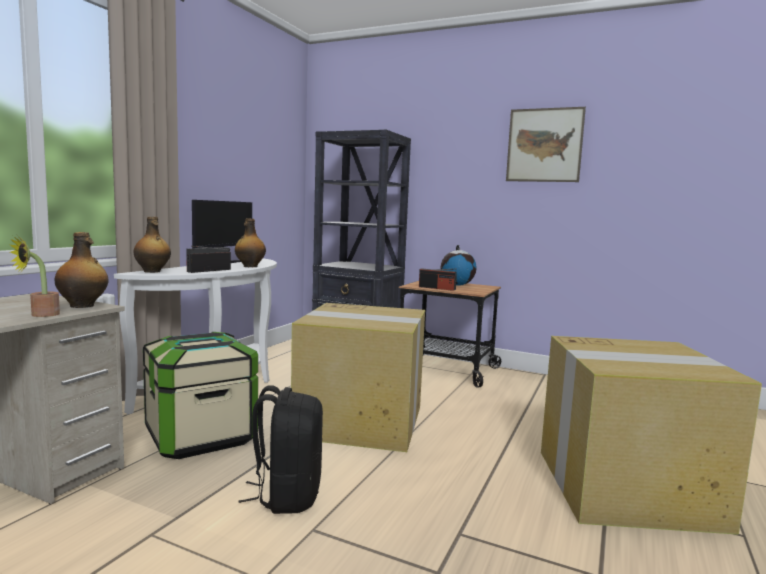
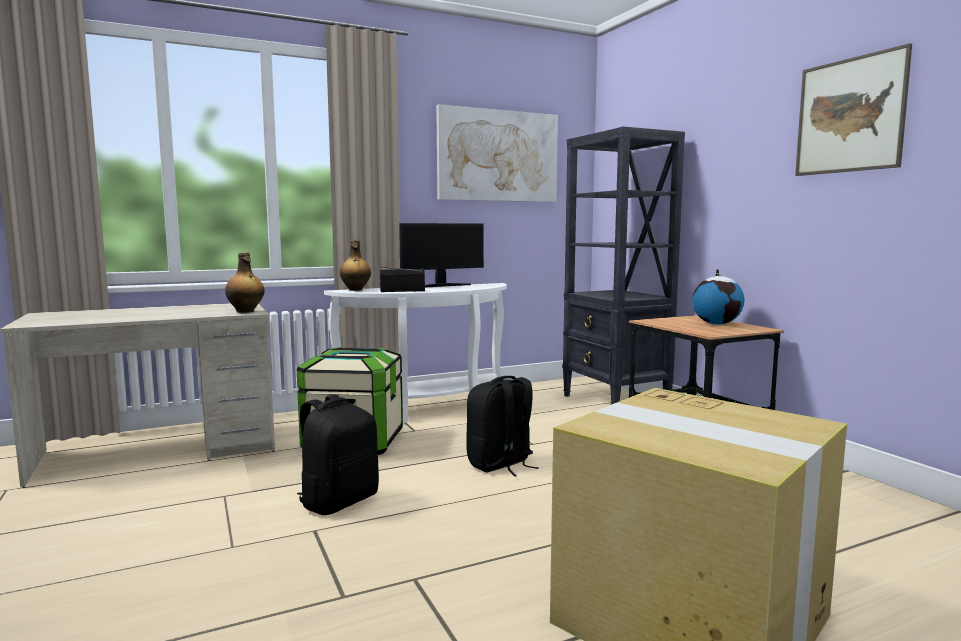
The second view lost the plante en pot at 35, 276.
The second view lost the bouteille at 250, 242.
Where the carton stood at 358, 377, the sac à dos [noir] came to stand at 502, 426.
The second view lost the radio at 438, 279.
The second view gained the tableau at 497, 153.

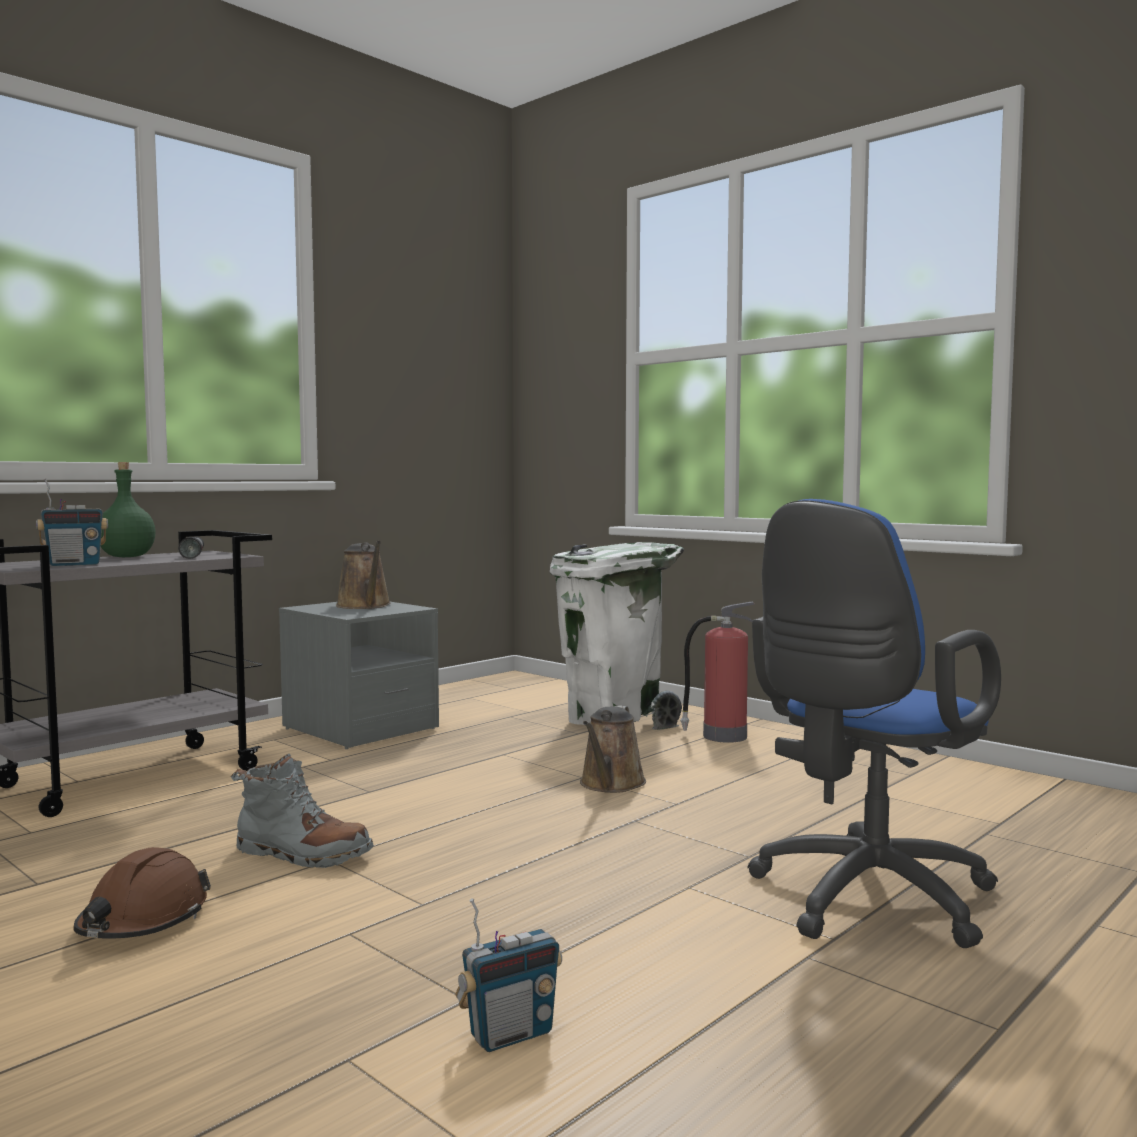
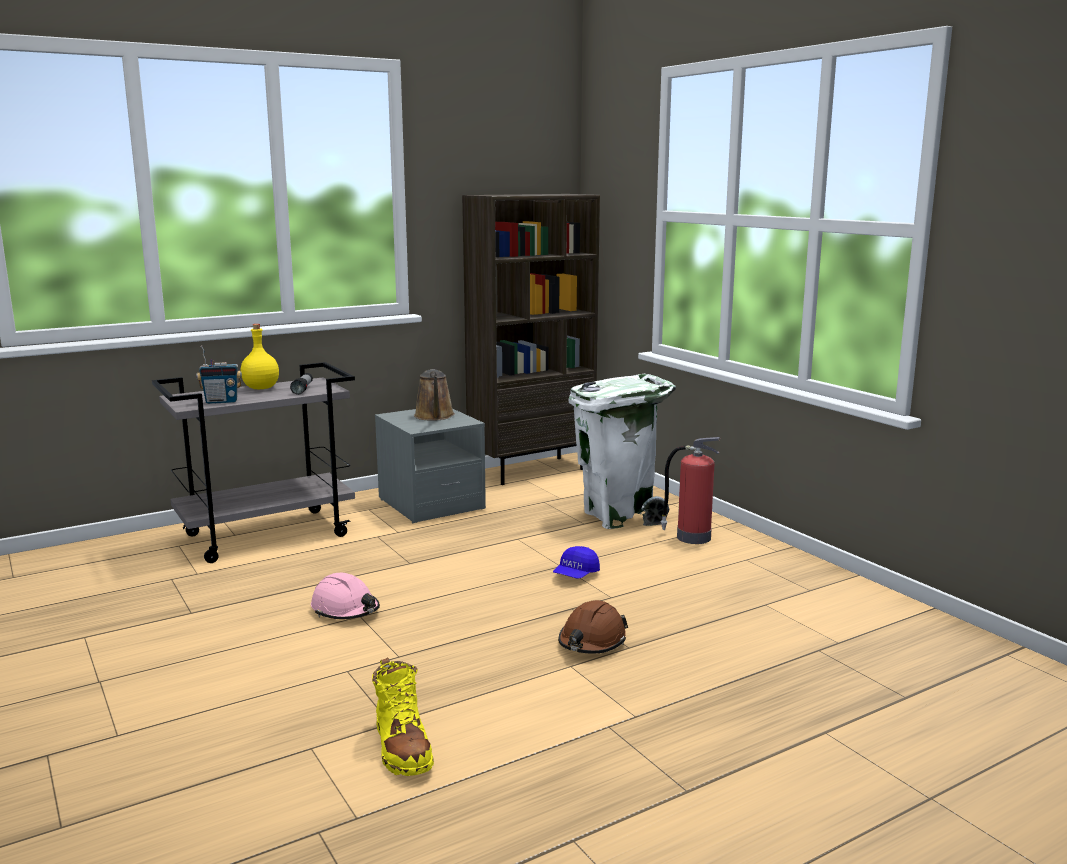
The casque de chantier [marron] ended up elsewhere, having gone from 142, 893 to 593, 627.
What was the bouteille [vert] at 128, 509 turned into the bouteille [jaune] at 260, 356.
Where the botte [gris] stood at 302, 811, the casque de chantier [rose] came to stand at 345, 596.
Where the radio stood at 508, 975, the botte [jaune] came to stand at 403, 716.
Where the arrosoir [marron] stood at 613, 749, the casquette [bleu] came to stand at 576, 562.
The second view lost the chaise de bureau [bleu] at 874, 723.
The second view gained the bibliothèque [marron] at 531, 339.

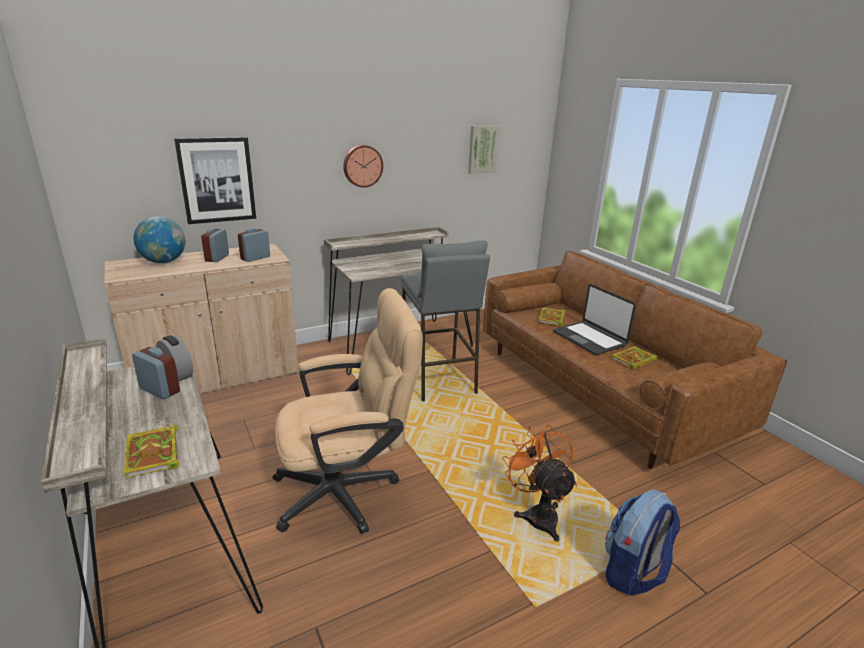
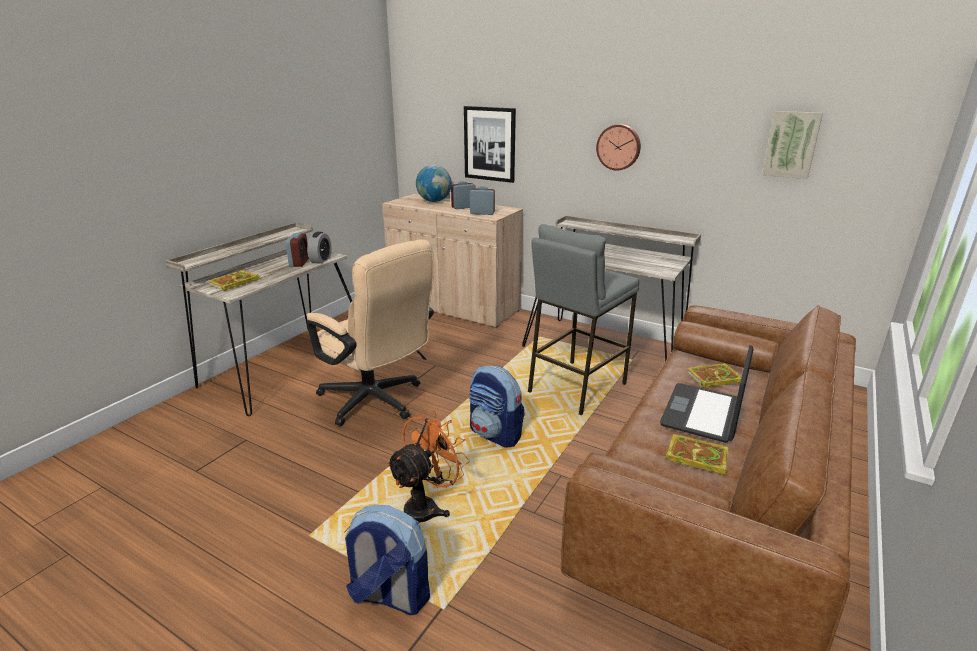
The second view gained the sac à dos at 496, 406.

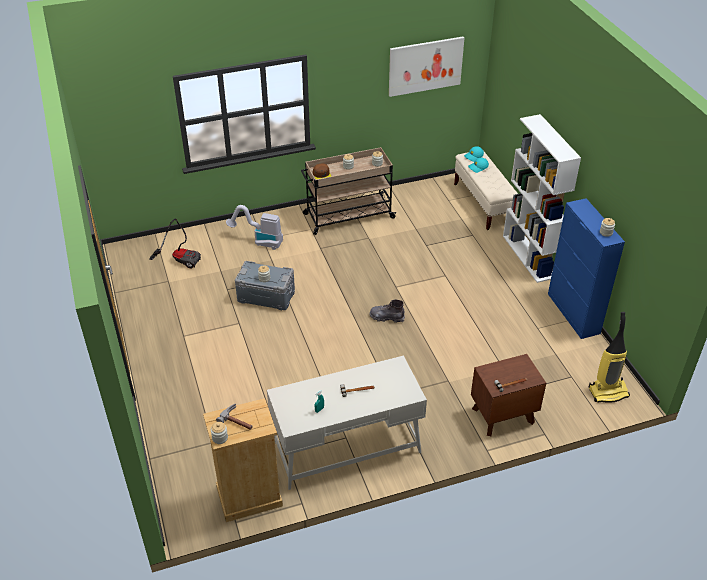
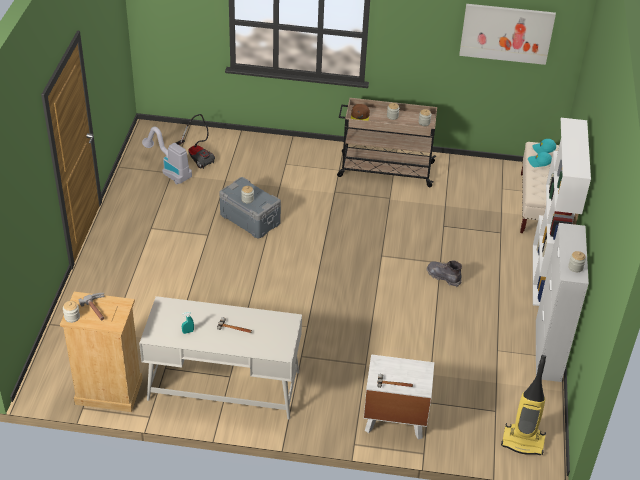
The aspirateur ended up elsewhere, having gone from 254, 227 to 167, 155.
The botte [gris] ended up elsewhere, having gone from 387, 311 to 444, 273.
What was the table de chevet [marron] at 508, 395 turned into the table de chevet [blanc] at 399, 397.
What was the meuble de rangement [bleu] at 586, 268 turned into the meuble de rangement [blanc] at 562, 302.

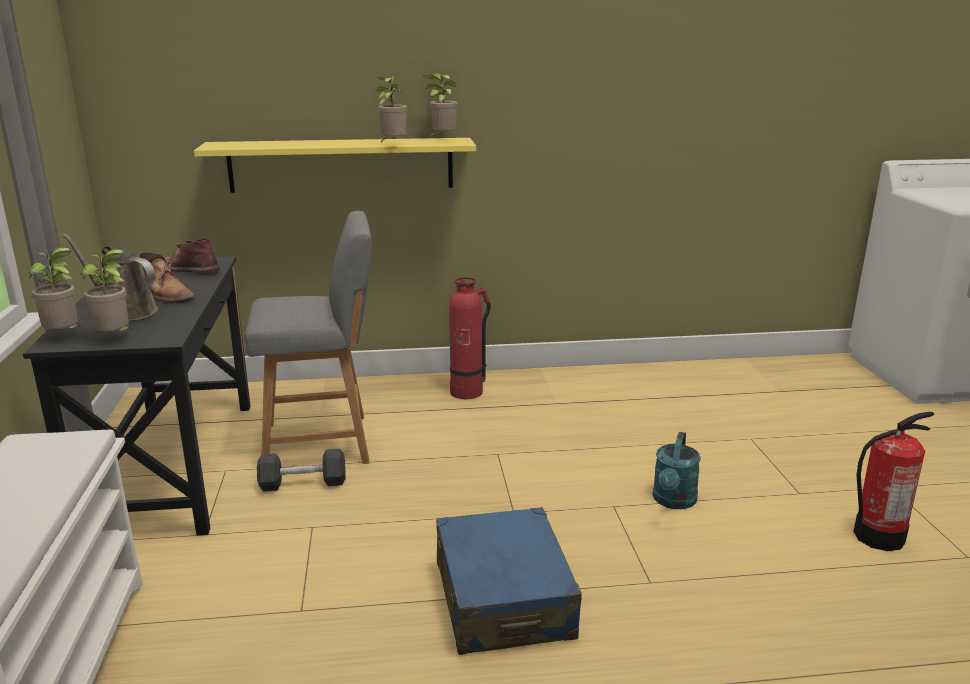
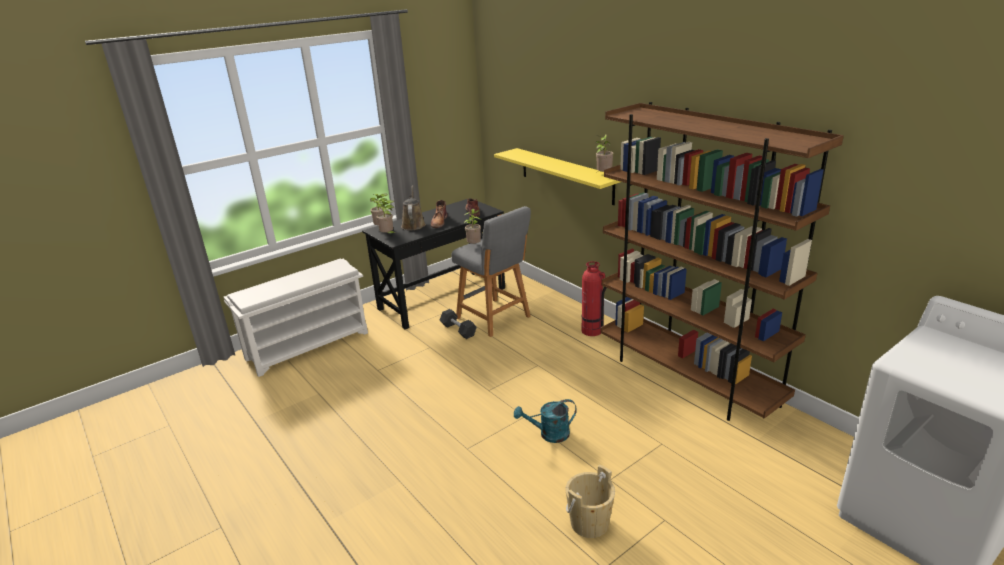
The plante en pot ended up elsewhere, having gone from 391, 109 to 472, 226.
The second view lost the valise [bleu] at 509, 581.
Where the extincteur stood at 893, 481, the seau [beige] came to stand at 590, 501.
The second view gained the bibliothèque [marron] at 722, 261.

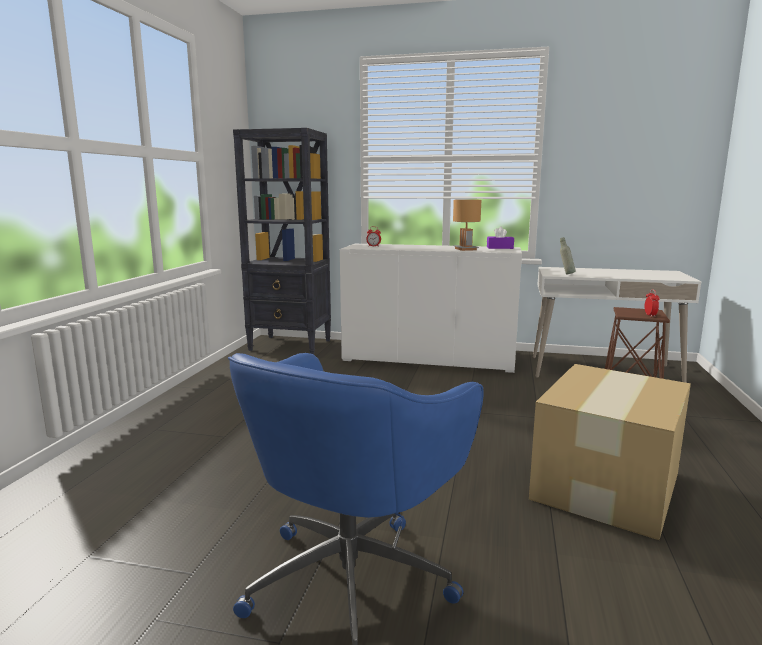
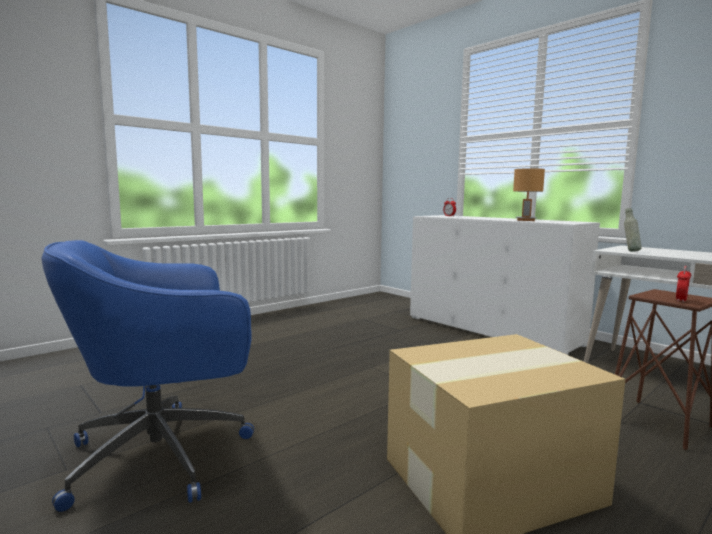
The second view lost the bibliothèque [noir] at 282, 241.
The second view lost the boîte à mouchoirs [violet] at 500, 238.

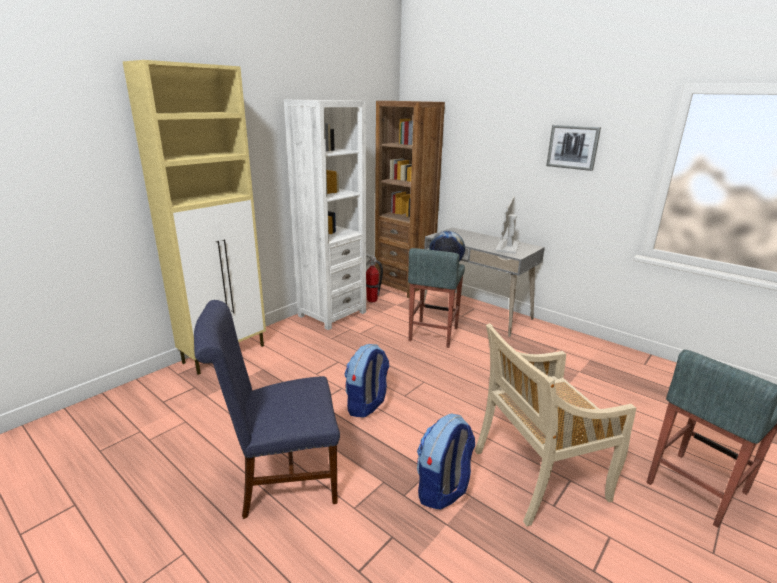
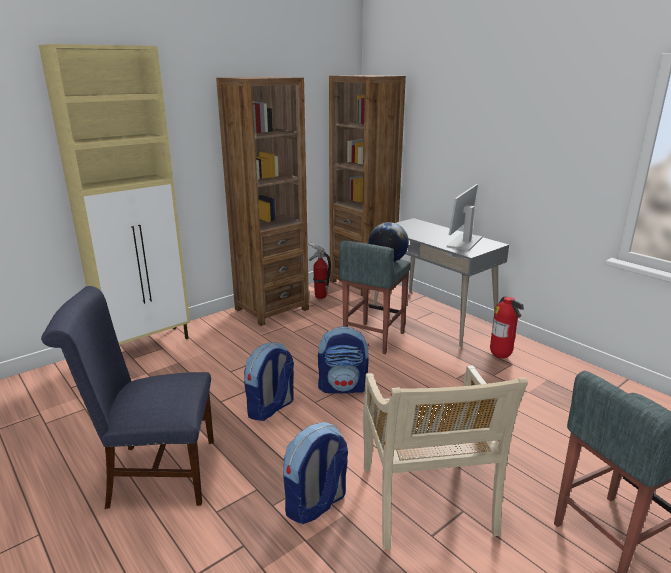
What was the bibliothèque [blanc] at 325, 215 turned into the bibliothèque [marron] at 262, 201.
The chaise [beige] at 555, 424 ended up facing another way, 90 degrees counterclockwise from before.
The second view lost the tableau at 573, 148.
The second view gained the sac à dos at 344, 359.
The second view gained the extincteur at 507, 327.

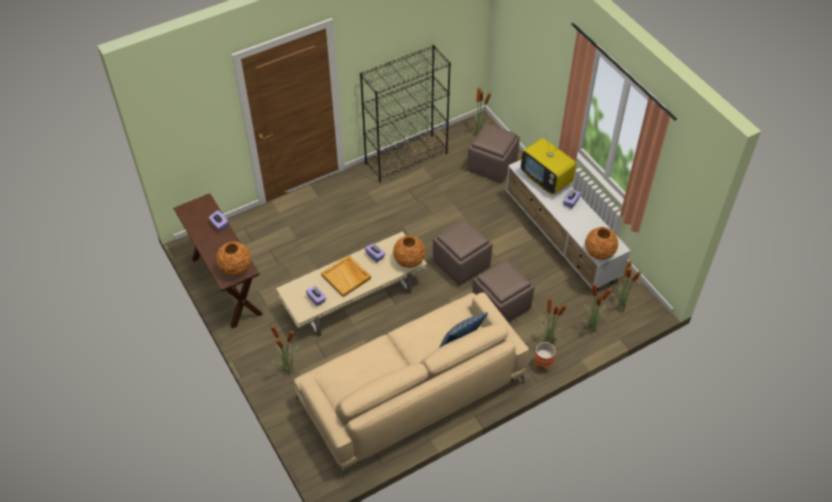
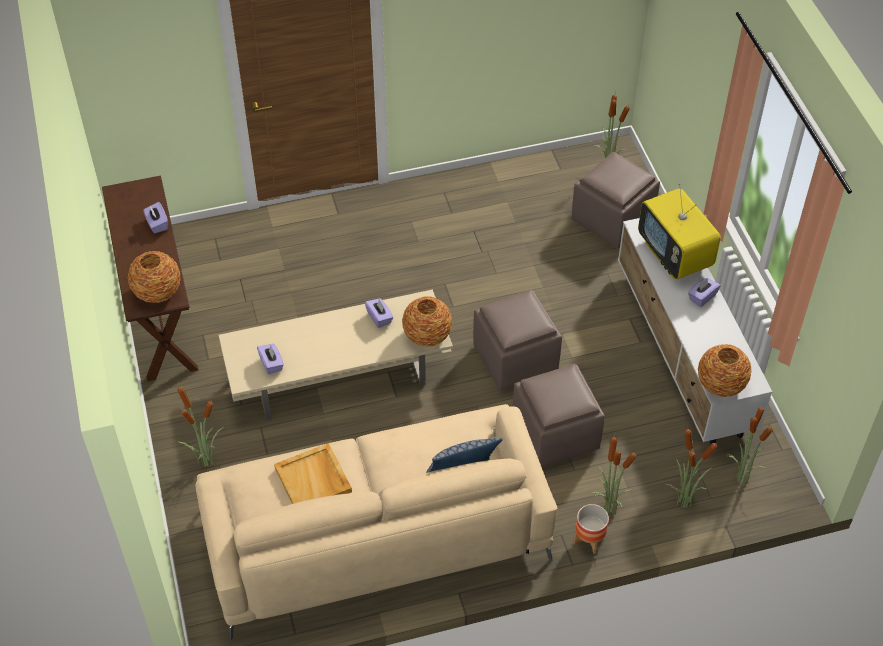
The plateau [beige] ended up elsewhere, having gone from 346, 276 to 313, 473.
The second view lost the bibliothèque [noir] at 405, 114.

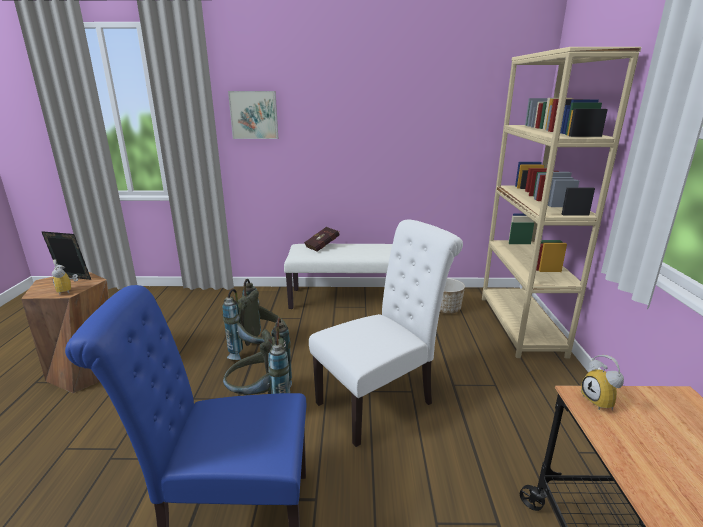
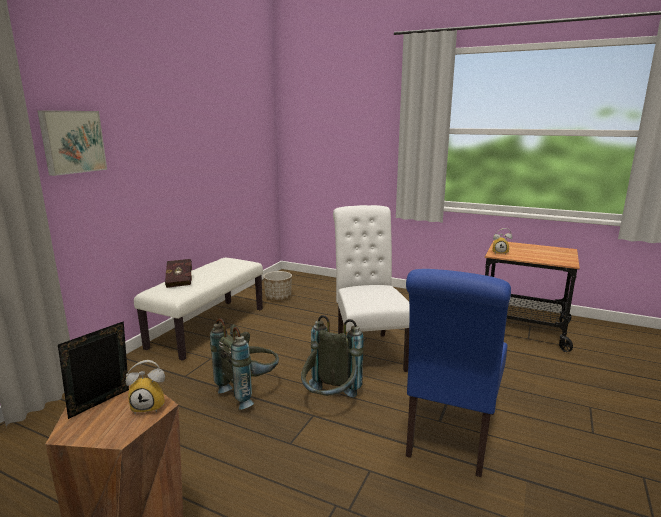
The second view lost the bibliothèque [beige] at 561, 203.

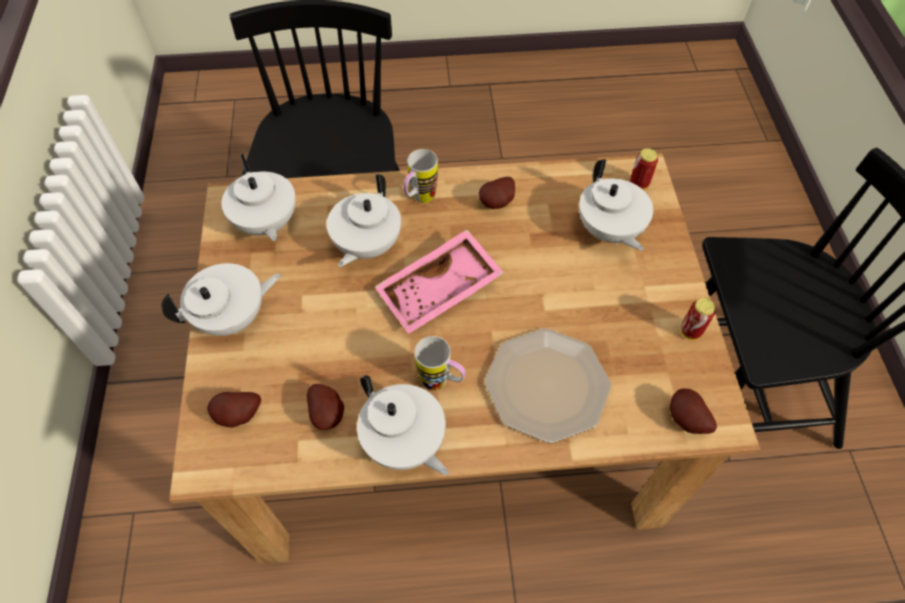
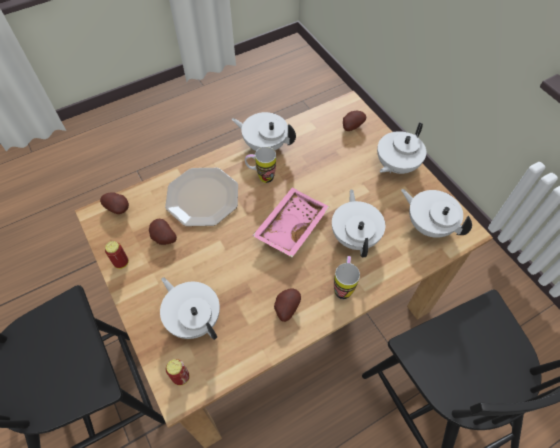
The pomme de terre ended up elsewhere, having gone from 325, 407 to 163, 232.

